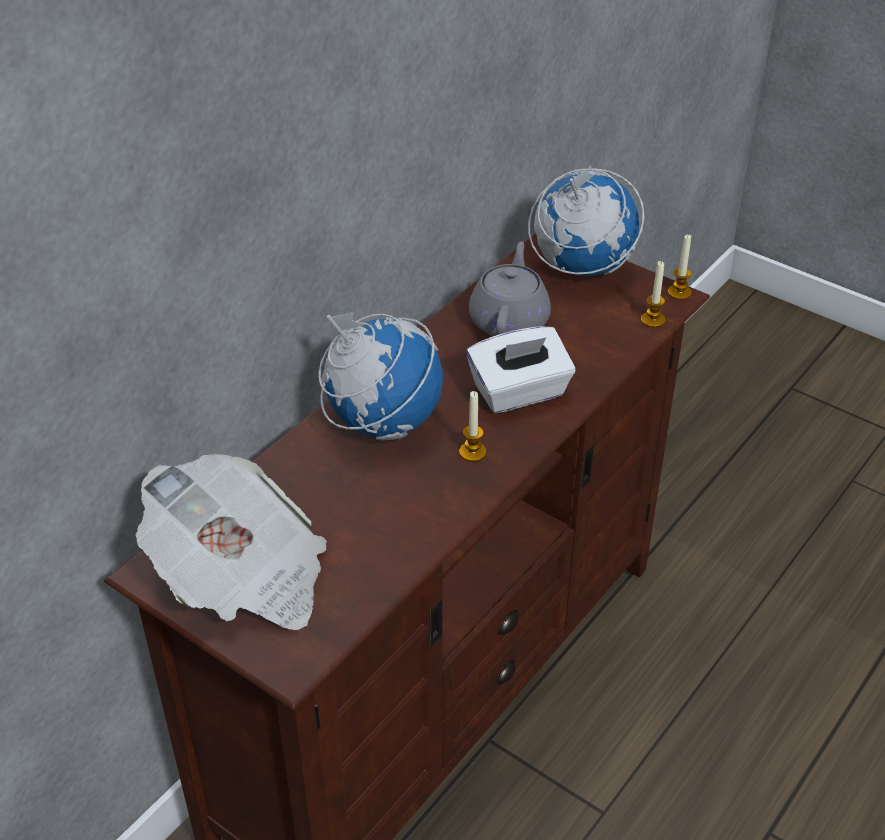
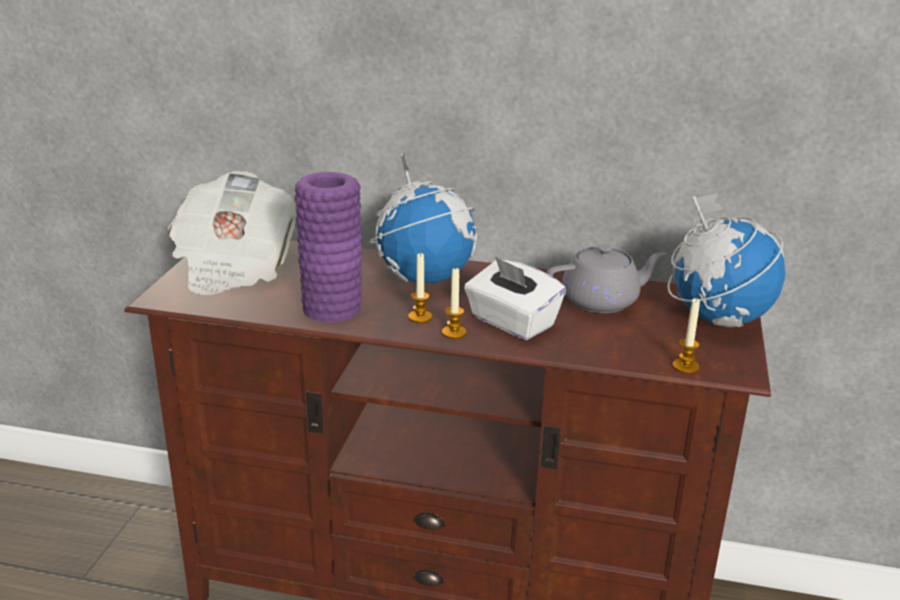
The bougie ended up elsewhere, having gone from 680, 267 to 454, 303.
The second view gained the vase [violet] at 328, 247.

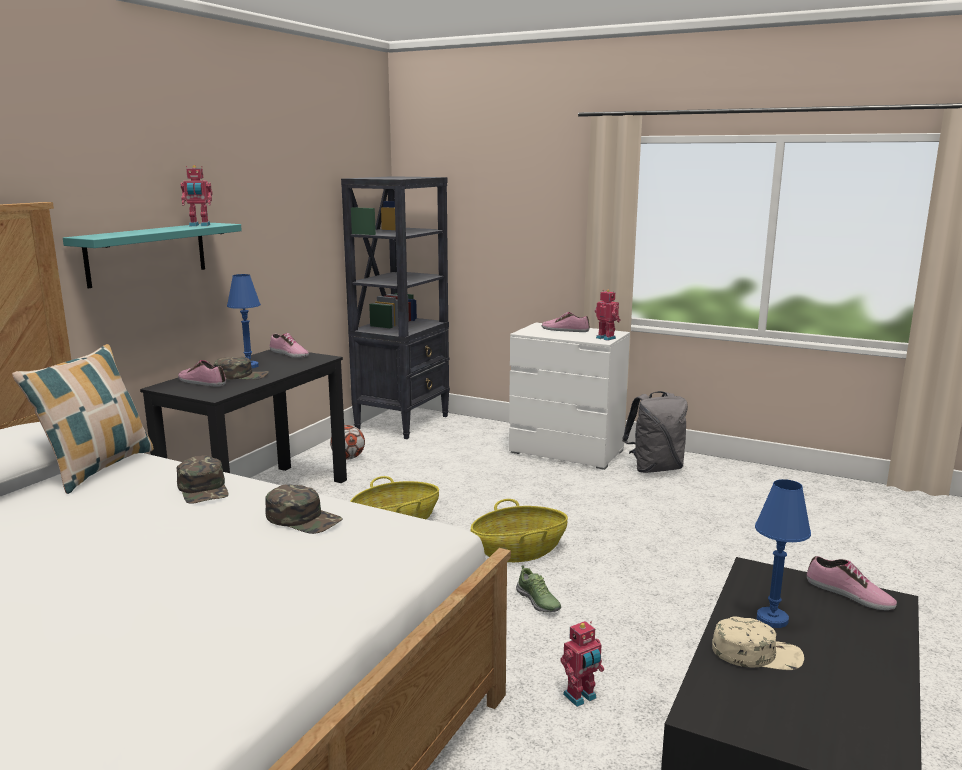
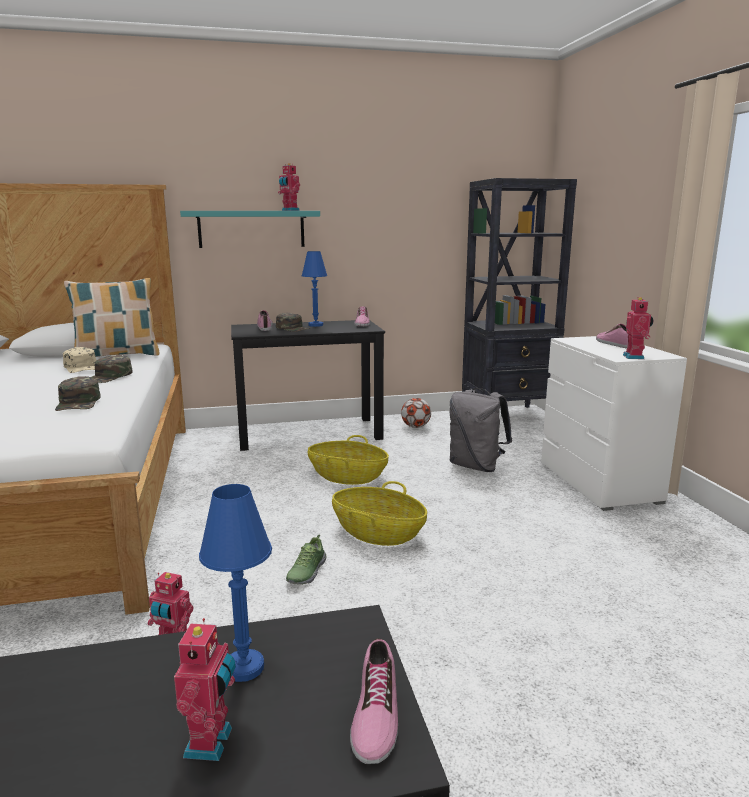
The sac à dos [gris] ended up elsewhere, having gone from 655, 432 to 481, 430.
The casquette [beige] ended up elsewhere, having gone from 758, 643 to 79, 360.
The second view gained the robot jouet at 205, 689.

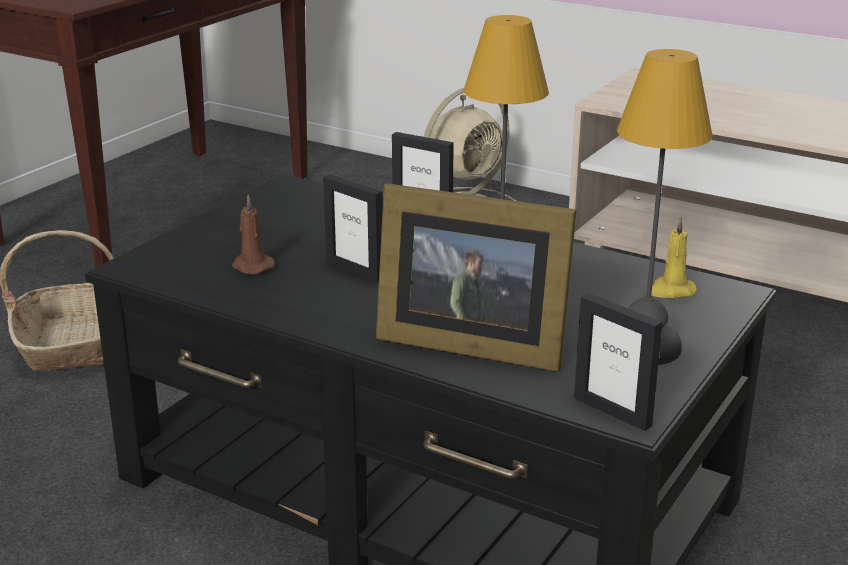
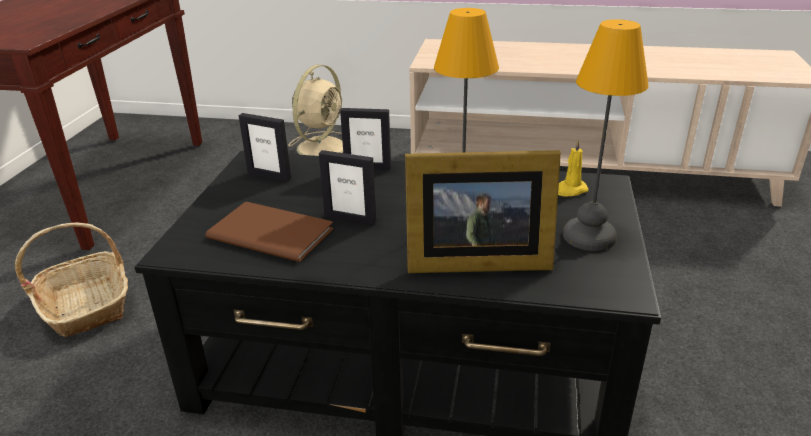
Where the bougie [marron] stood at 253, 234, the livre [marron] came to stand at 269, 232.
The cadre photo ended up elsewhere, having gone from 618, 362 to 264, 147.

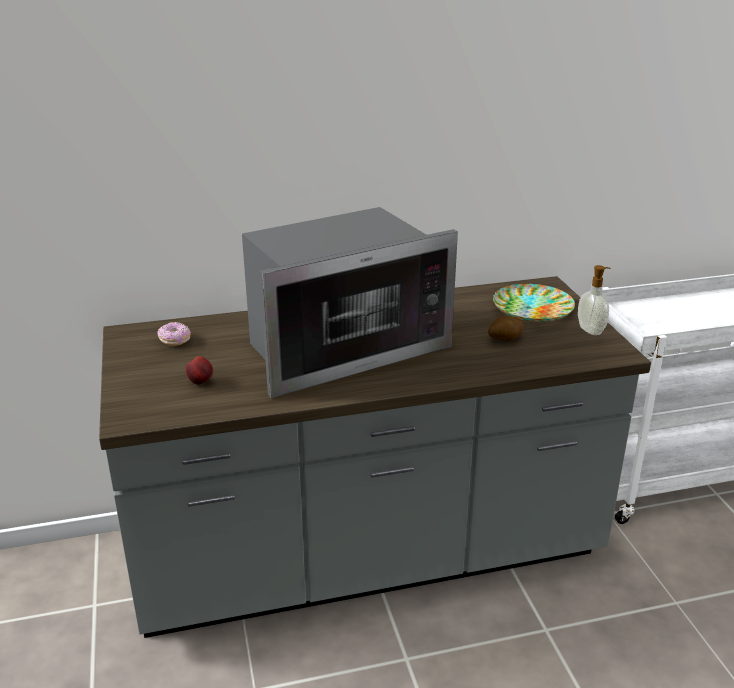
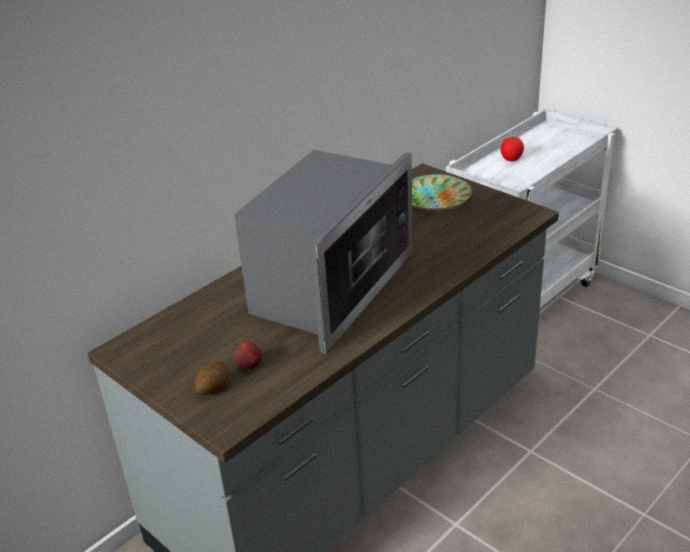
The second view lost the beignet at 174, 334.
The pomme de terre ended up elsewhere, having gone from 506, 328 to 212, 378.
The second view lost the distributeur de savon at 594, 300.
The second view gained the tomate at 512, 149.

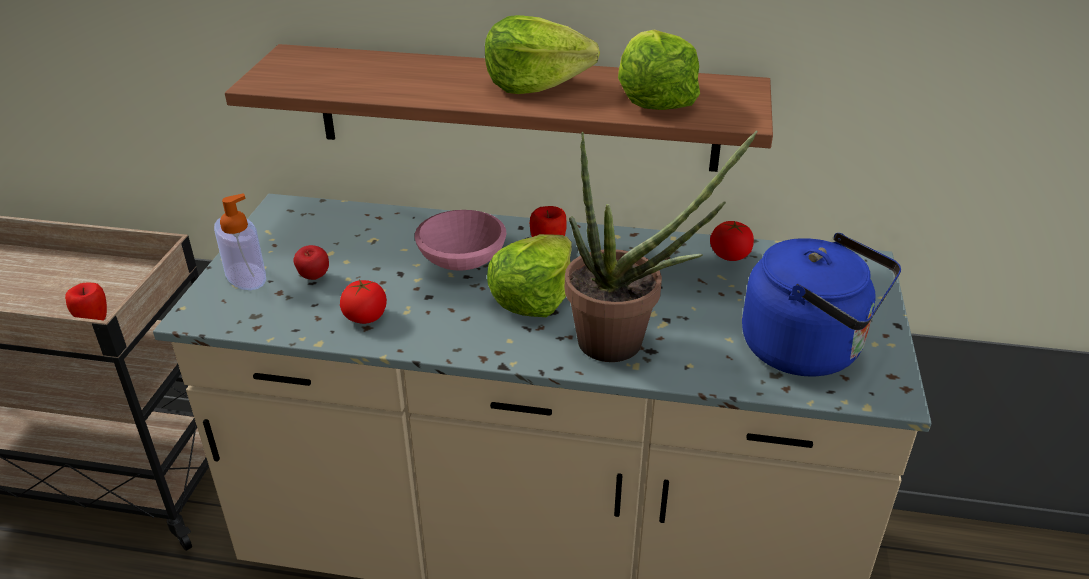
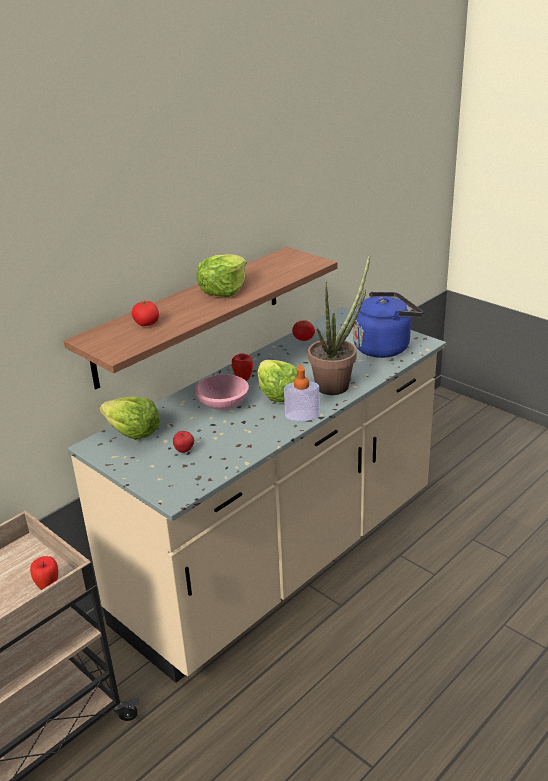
The distributeur de savon ended up elsewhere, having gone from 240, 242 to 302, 393.
The tomate ended up elsewhere, having gone from 363, 301 to 145, 313.
The laitue ended up elsewhere, having gone from 659, 70 to 130, 418.

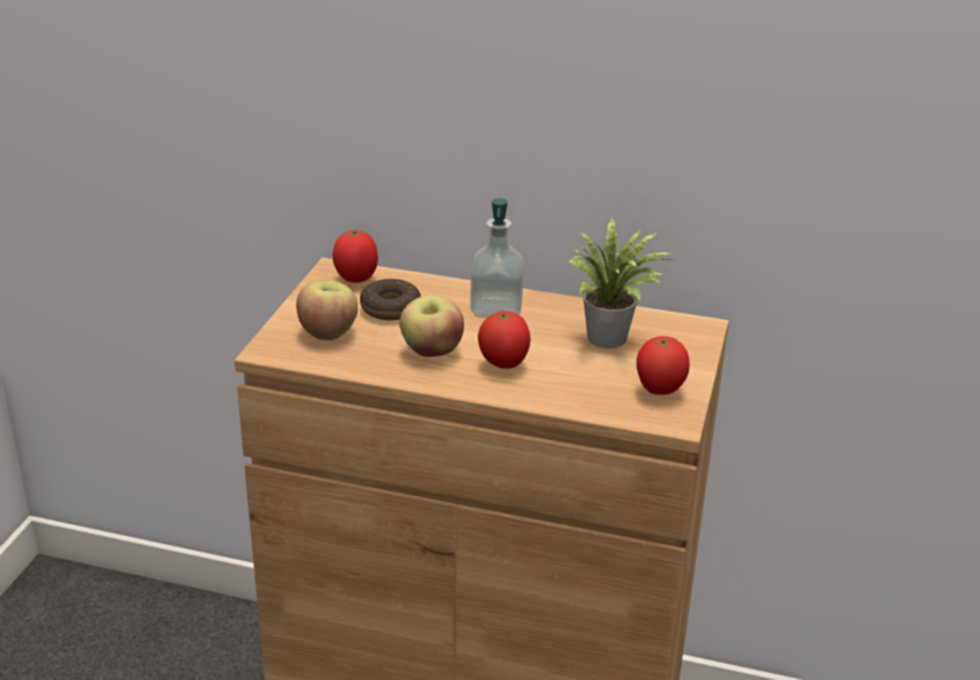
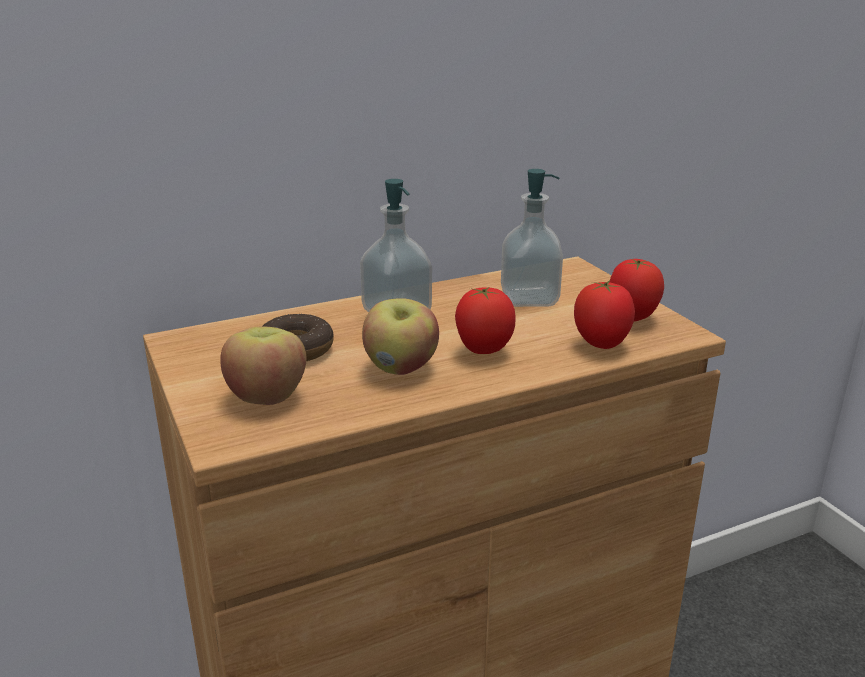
The tomate ended up elsewhere, having gone from 355, 256 to 604, 314.
Where the plante en pot stood at 621, 282, the distributeur de savon came to stand at 532, 238.

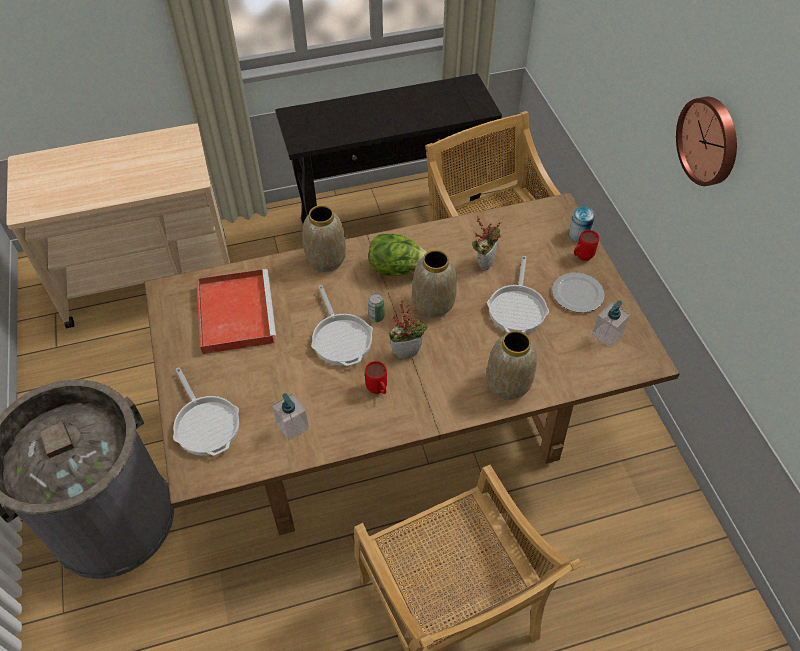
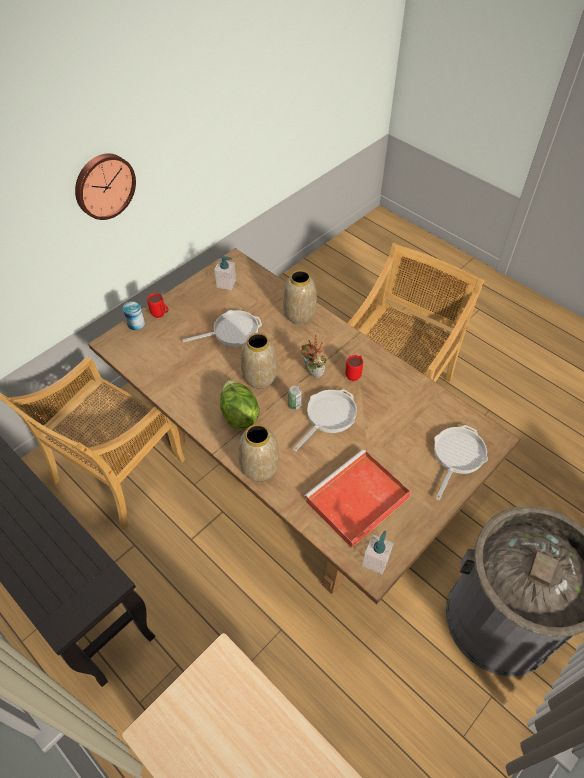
The distributeur de savon ended up elsewhere, having gone from 290, 417 to 378, 552.
The second view lost the plante en pot at 487, 242.
The second view lost the assiette at 578, 293.

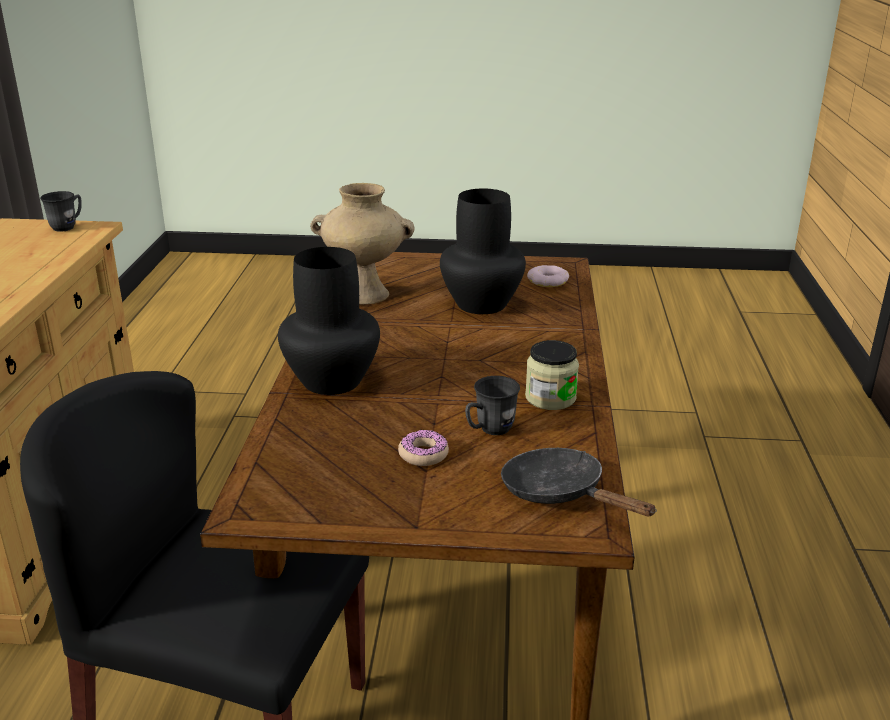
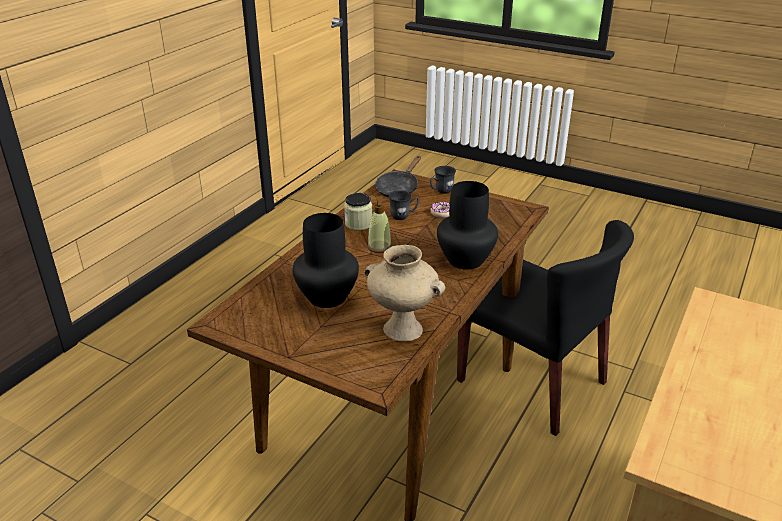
The mug [gris] ended up elsewhere, having gone from 61, 211 to 443, 180.
The poêle [noir] at 579, 482 ended up facing another way, 45 degrees clockwise from before.
The second view lost the beignet at 548, 276.
The second view gained the distributeur de savon at 380, 224.

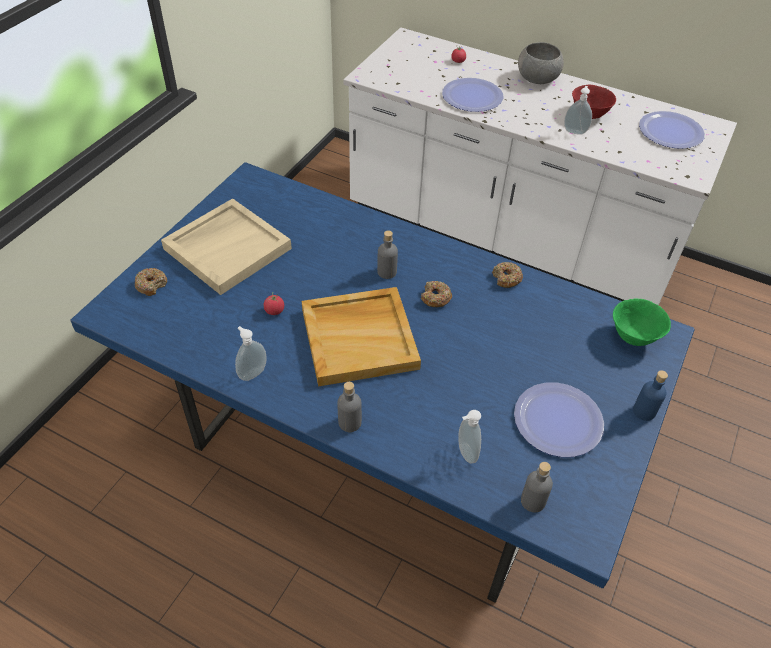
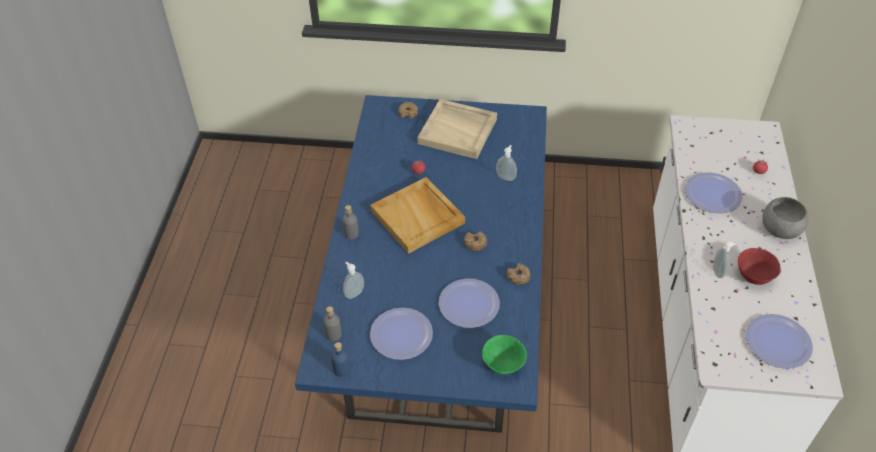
The distributeur de savon ended up elsewhere, having gone from 251, 353 to 506, 163.
The second view lost the bouteille [gris] at 387, 254.
The bouteille [bleu] ended up elsewhere, having gone from 650, 395 to 340, 359.
The second view gained the assiette at 469, 303.

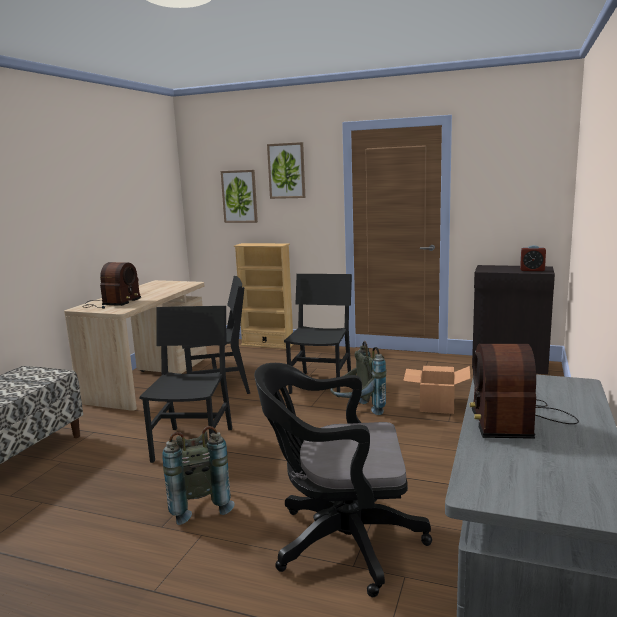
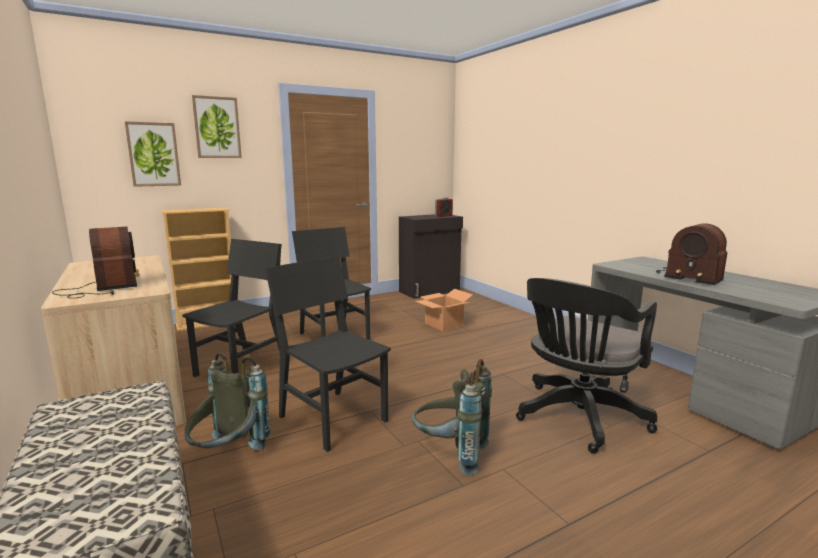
The sac à dos [gris] ended up elsewhere, having gone from 358, 378 to 227, 401.

